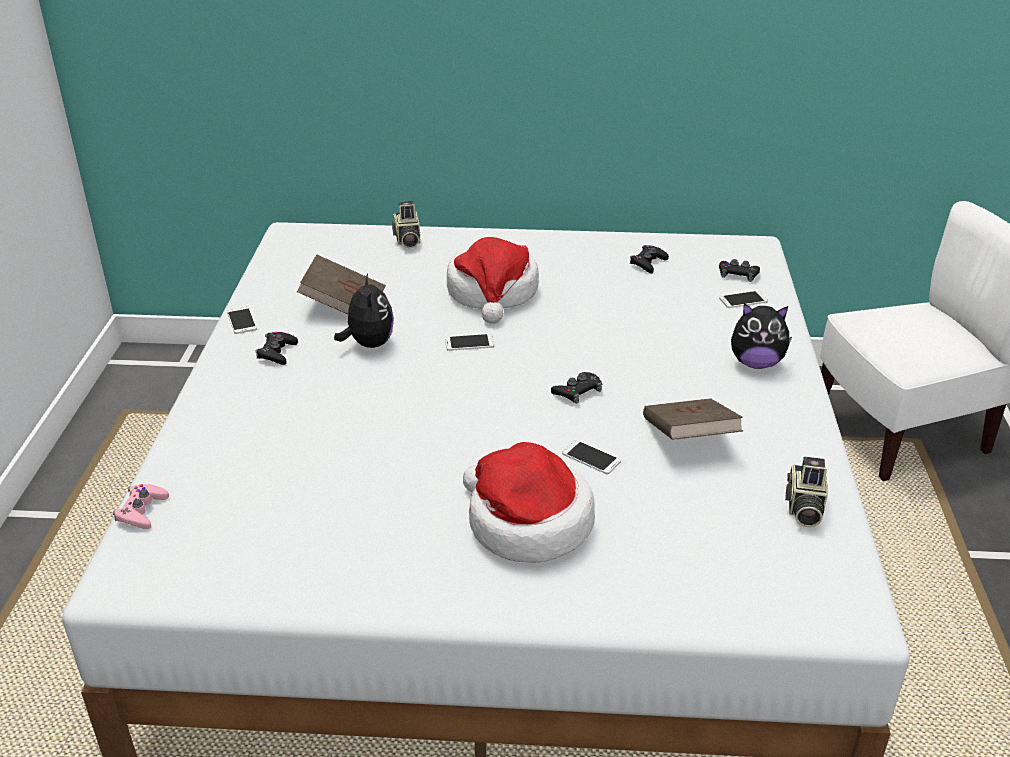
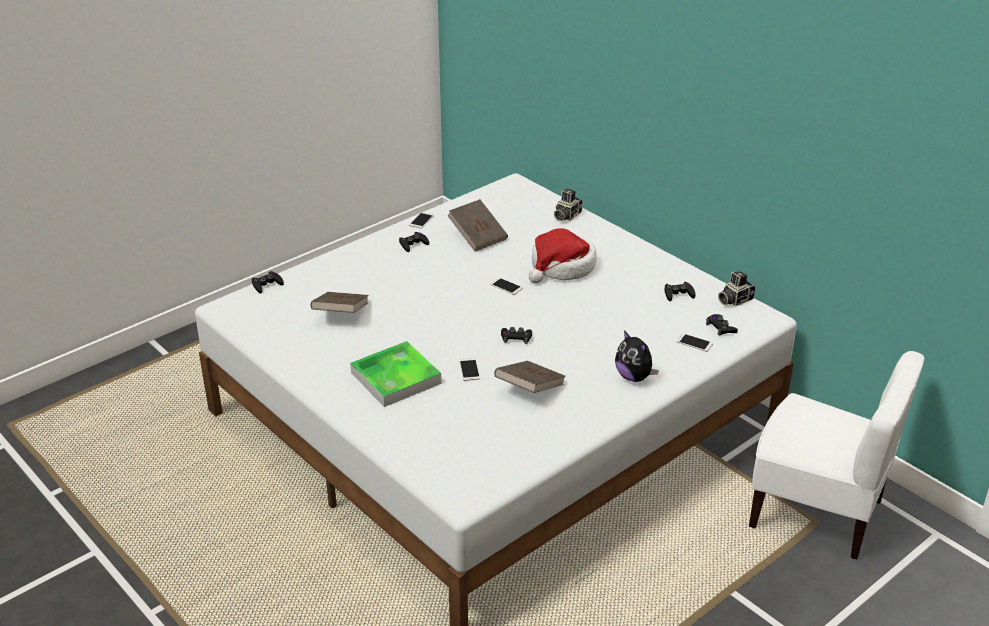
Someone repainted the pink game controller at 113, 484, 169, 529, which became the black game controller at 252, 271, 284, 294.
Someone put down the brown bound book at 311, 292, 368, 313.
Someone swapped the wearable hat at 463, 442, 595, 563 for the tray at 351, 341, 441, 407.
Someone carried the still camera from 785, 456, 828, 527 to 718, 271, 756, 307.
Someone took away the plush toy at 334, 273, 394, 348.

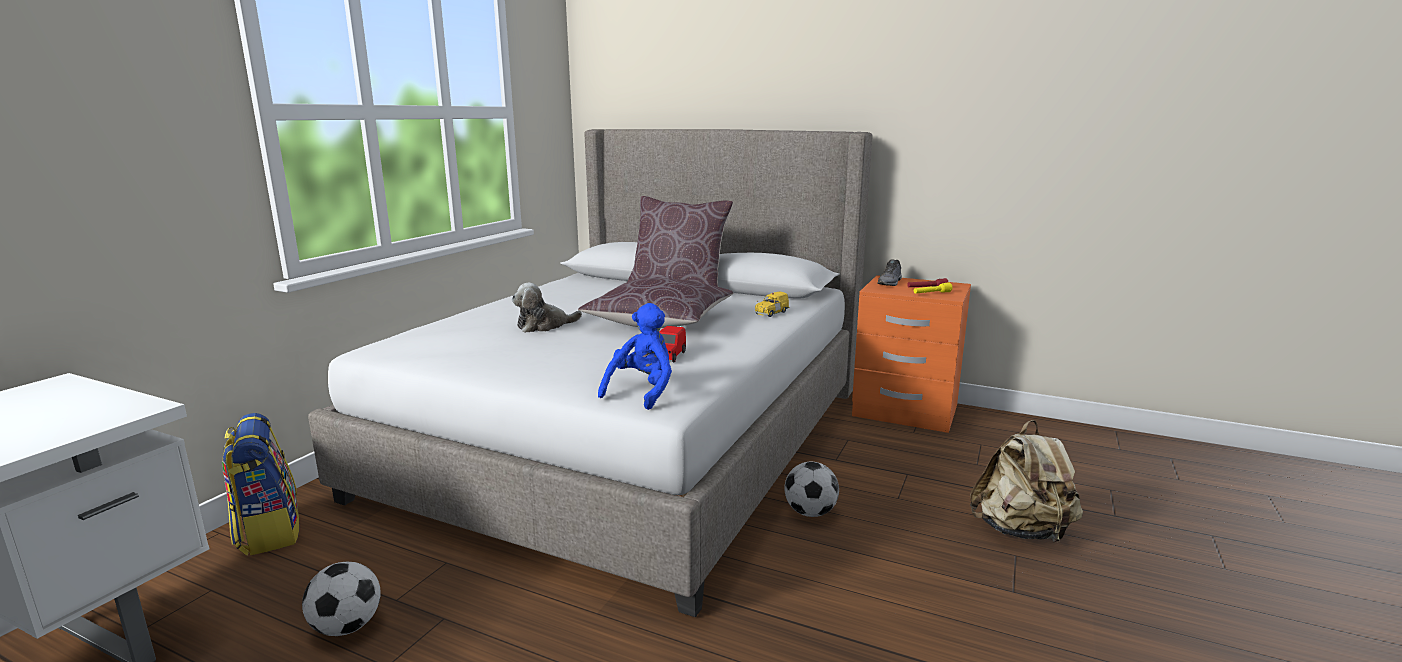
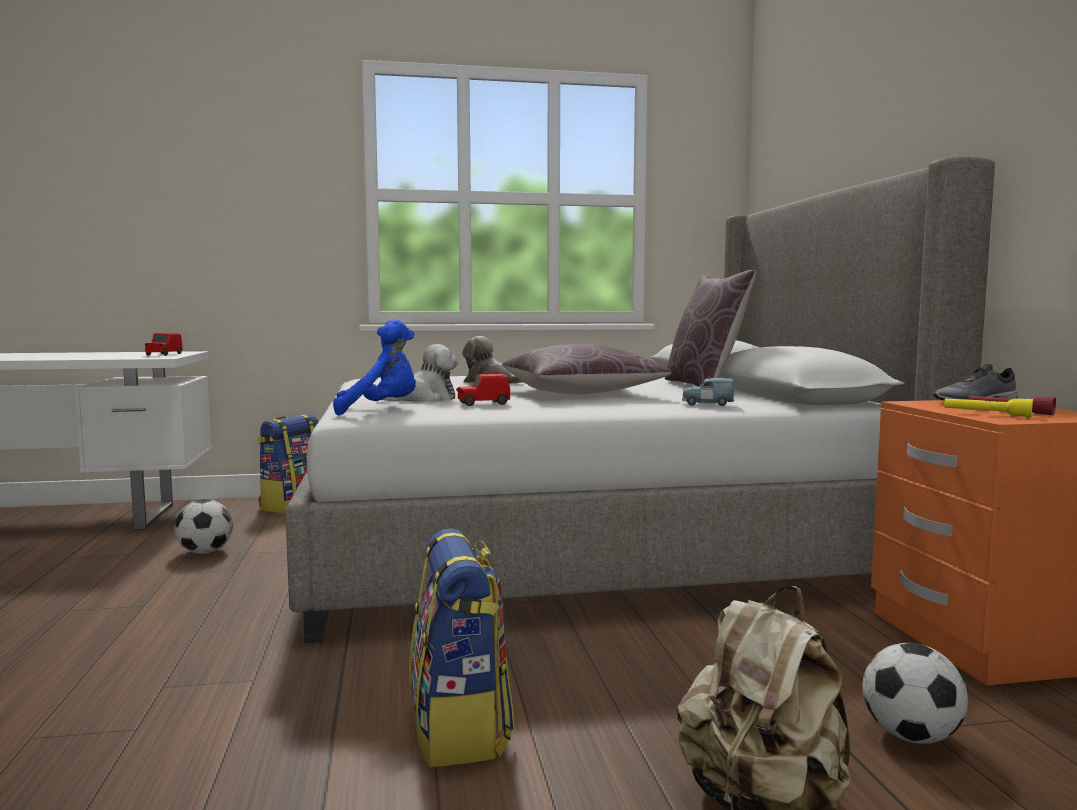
Someone put down the red toy car at 145, 333, 183, 356.
Someone put down the plush toy at 382, 344, 458, 402.
Someone put down the backpack at 409, 529, 515, 767.
Someone repainted the yellow toy car at 755, 292, 789, 317, which became the blue toy car at 682, 376, 734, 406.
Someone carried the football ball from 784, 462, 839, 517 to 863, 643, 968, 744.

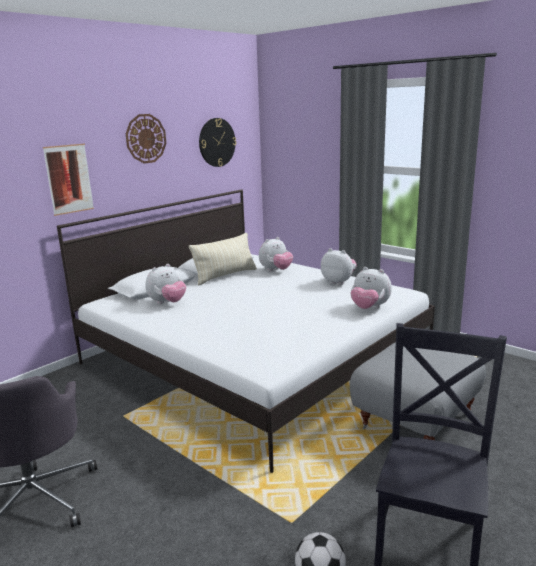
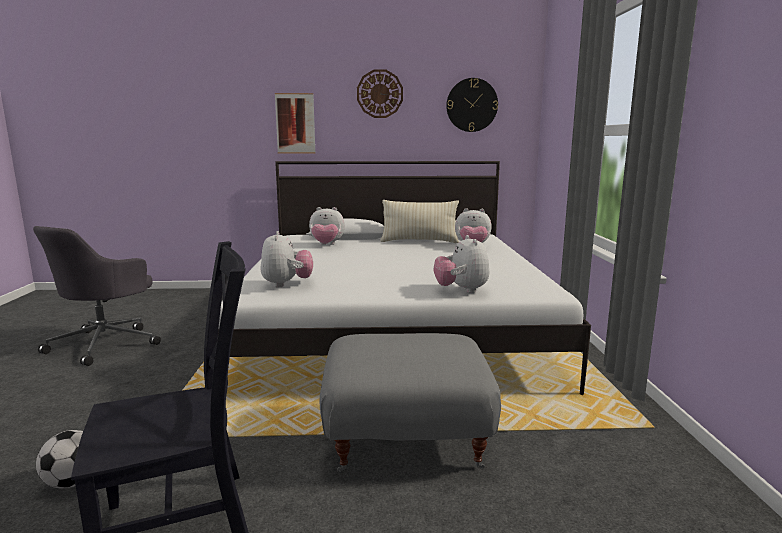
Someone carried the plush toy from 321, 248, 357, 285 to 260, 231, 313, 287.

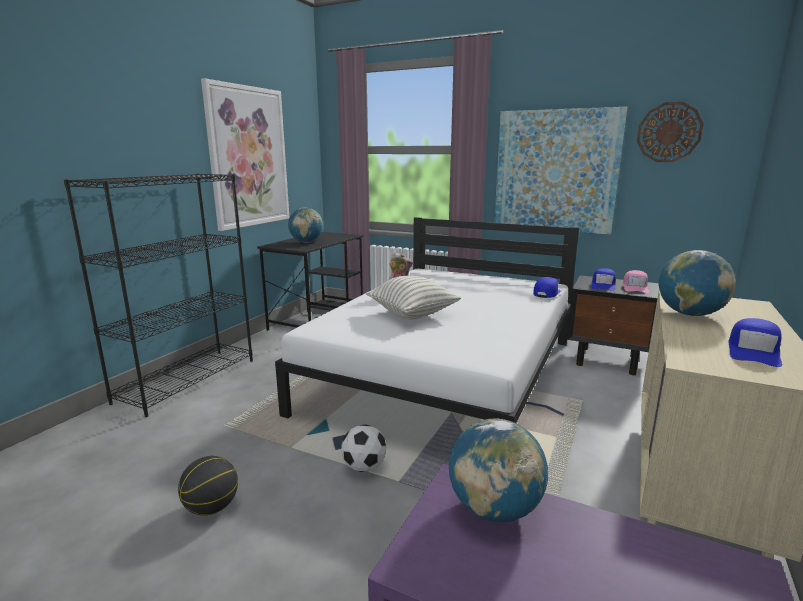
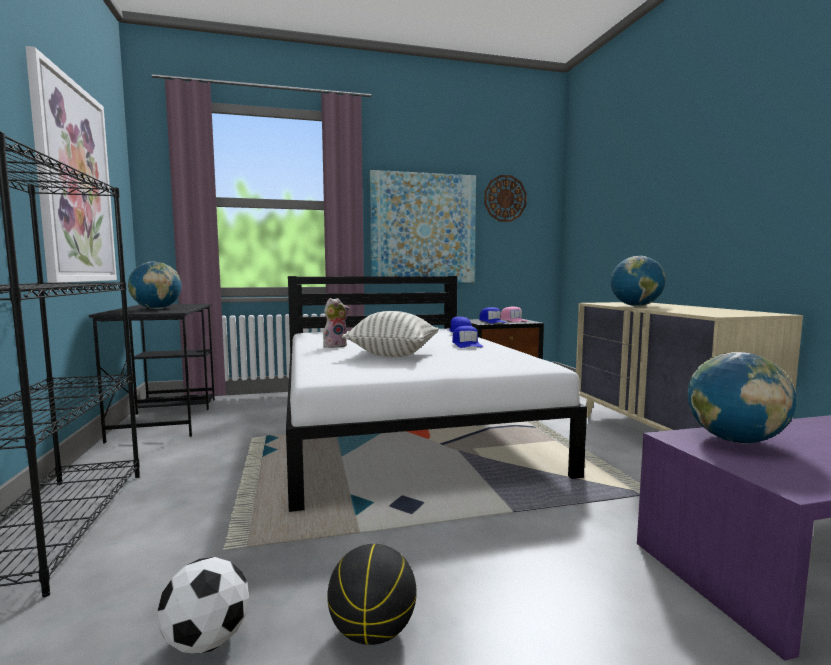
Someone carried the football ball from 341, 424, 386, 472 to 157, 557, 249, 654.
Someone carried the blue peaked cap from 728, 318, 782, 367 to 452, 326, 483, 348.

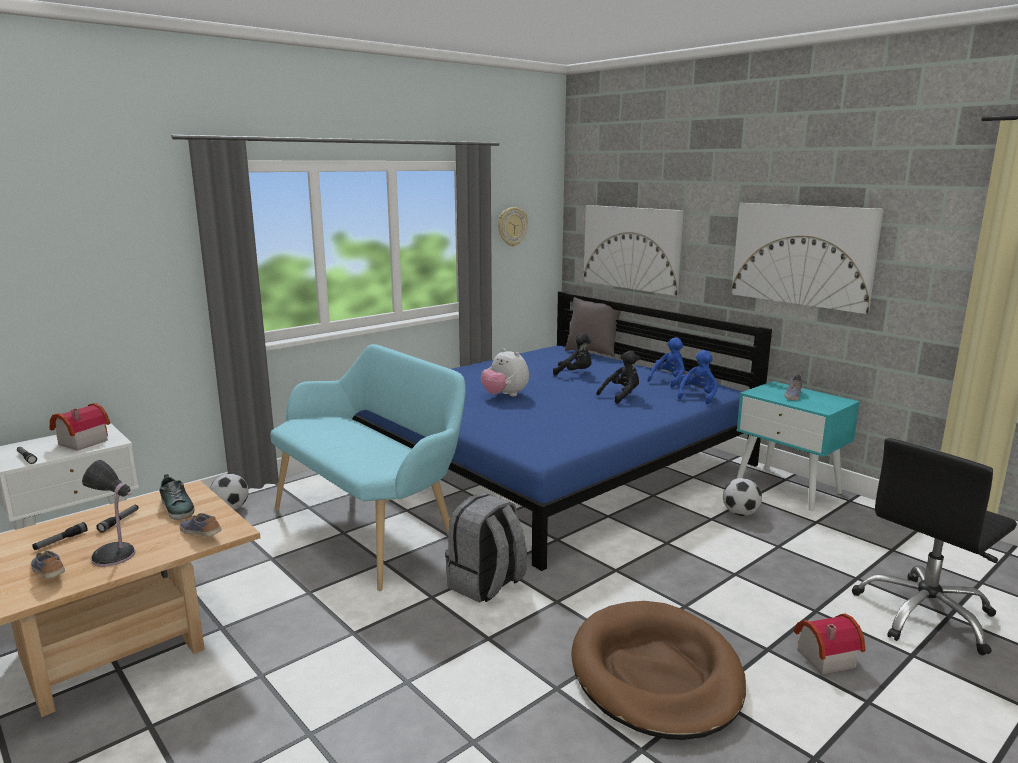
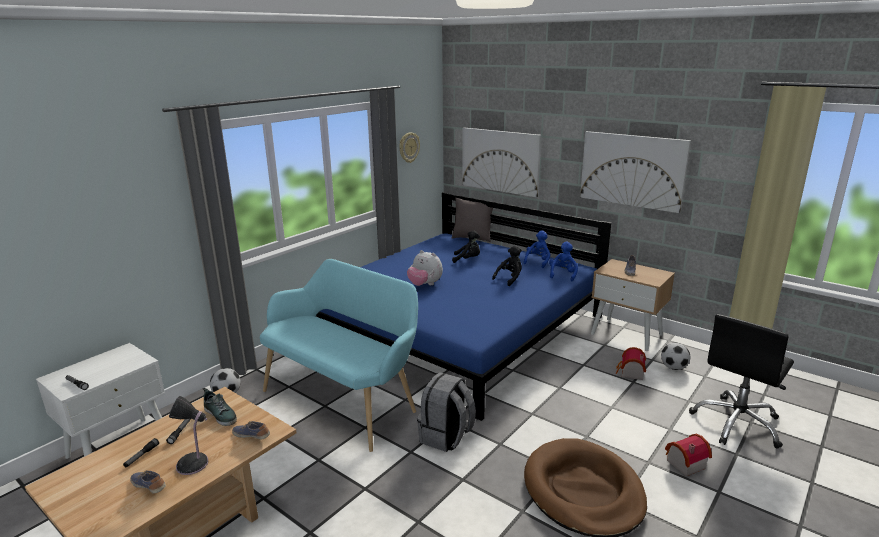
Someone repainted the turquoise night table at 736, 381, 860, 511, which became the beige-coloured night table at 591, 259, 675, 351.
Someone carried the model house from 50, 403, 110, 451 to 616, 347, 646, 380.
Someone carried the football ball from 723, 478, 762, 516 to 661, 343, 690, 370.

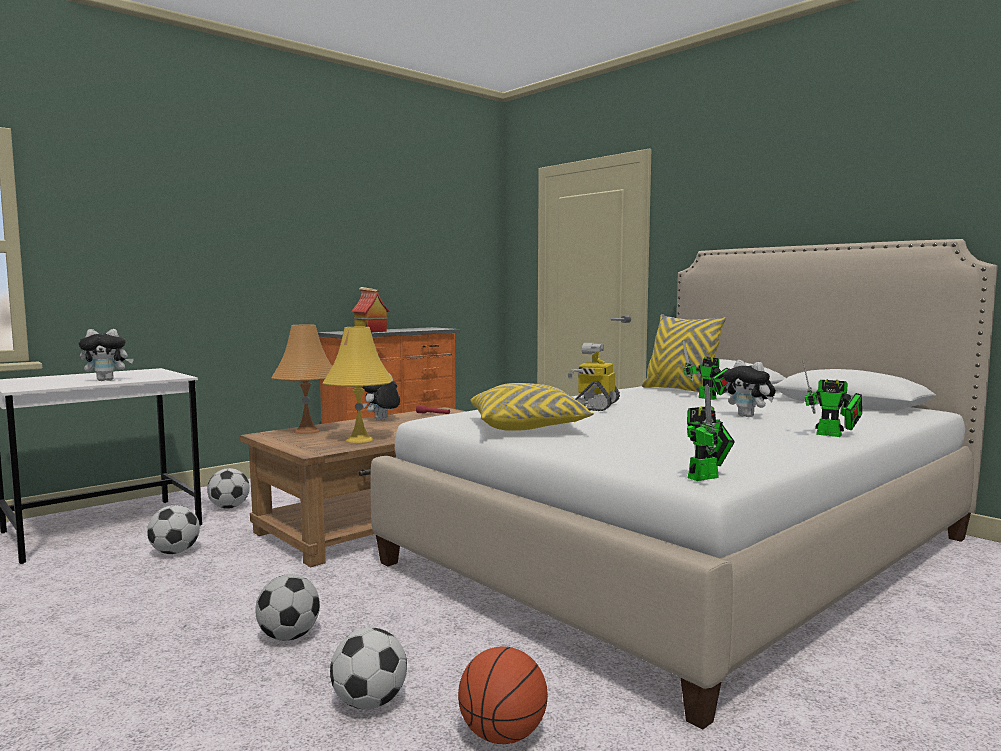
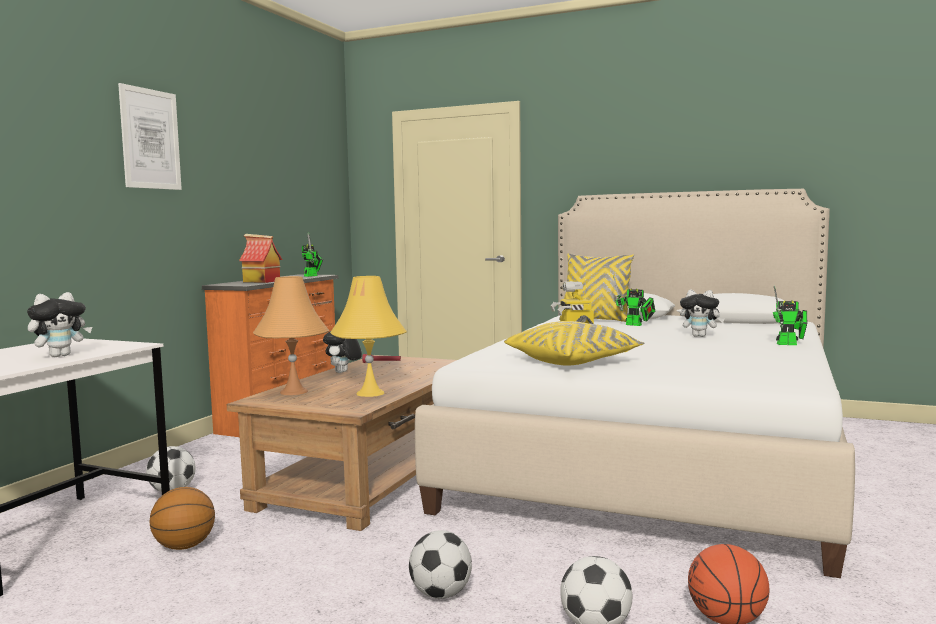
Someone put up the wall picture at 118, 83, 182, 190.
Someone swapped the football ball at 147, 505, 200, 554 for the basketball ball at 150, 487, 215, 550.
Someone carried the toy robot from 687, 384, 735, 481 to 302, 233, 323, 277.

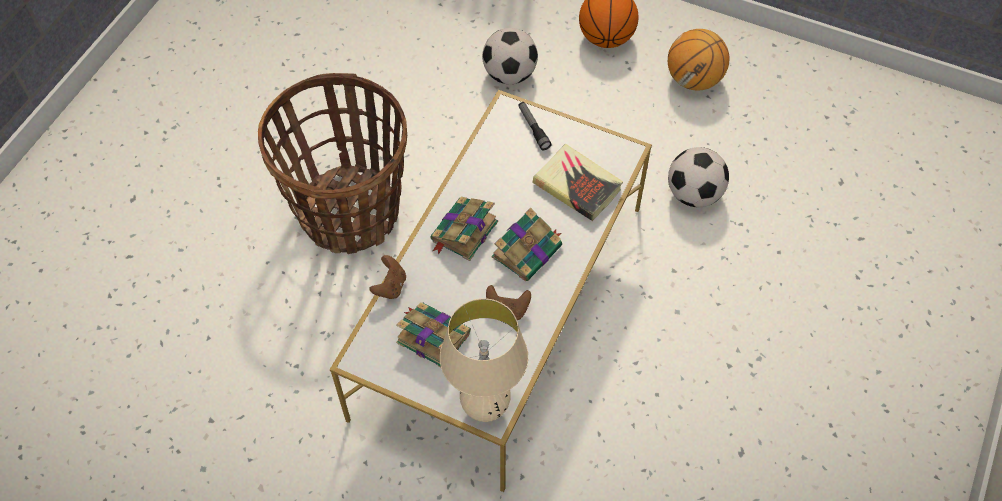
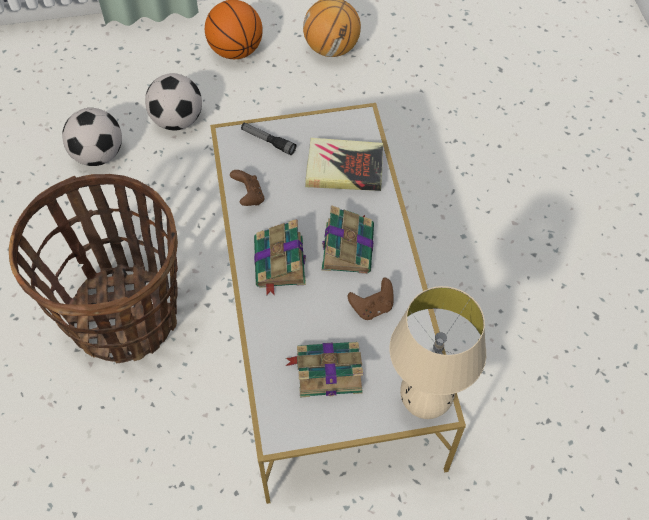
Someone carried the football ball from 668, 147, 729, 207 to 62, 108, 122, 166.
Someone carried the brown game controller from 369, 255, 406, 299 to 230, 170, 264, 206.

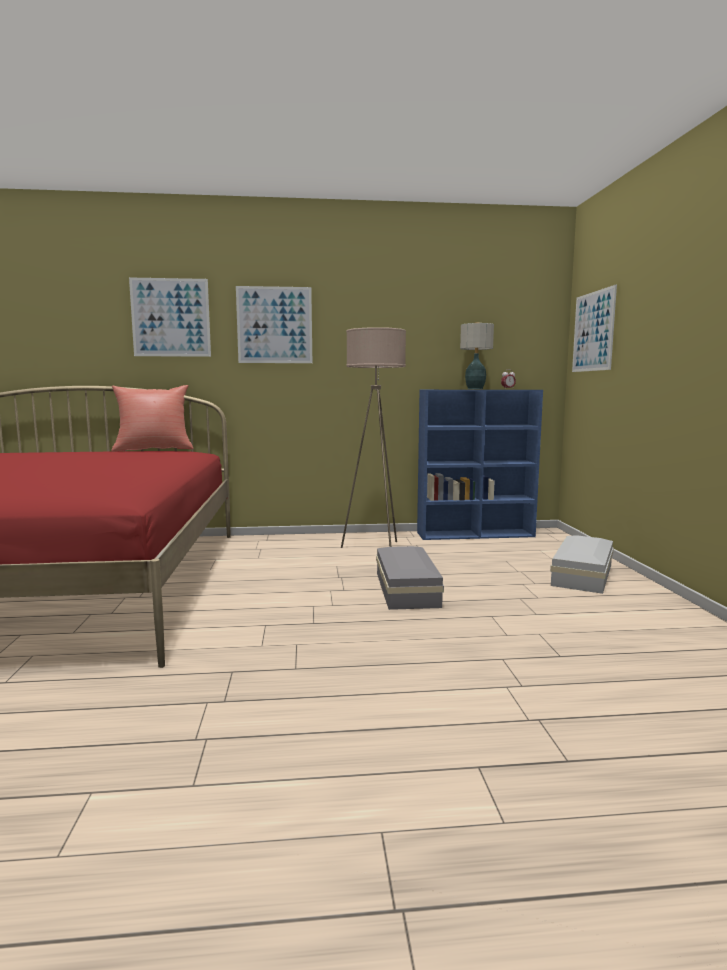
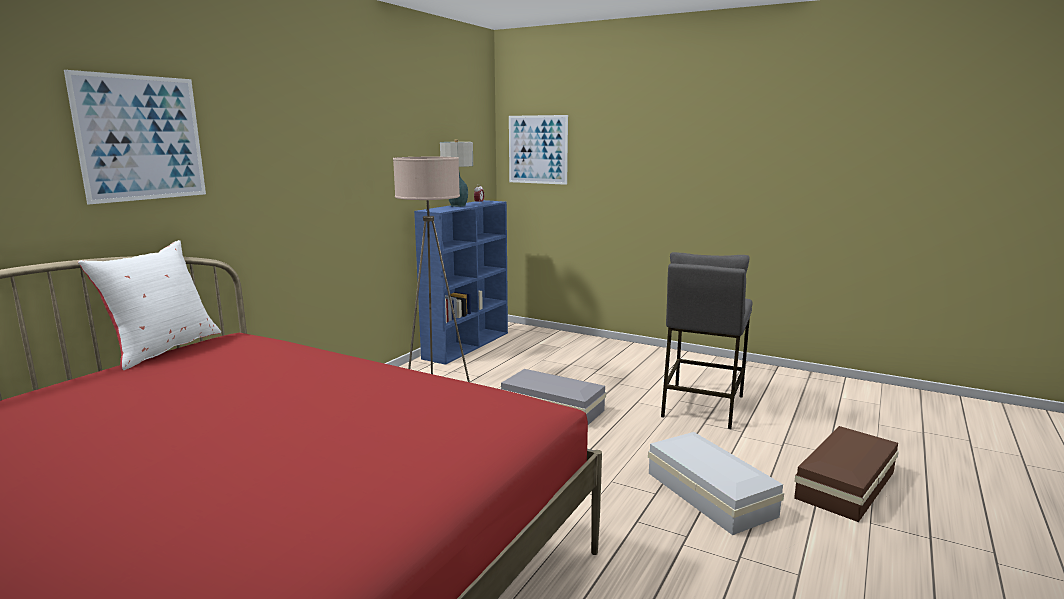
Someone repainted the red cushion at 111, 385, 193, 452, which became the white cushion at 78, 240, 221, 370.
Someone carried the white storage container from 550, 535, 614, 594 to 648, 432, 784, 535.
Someone put down the greyish stool seat at 661, 252, 752, 429.
Someone put down the brown storage container at 794, 426, 899, 522.
Someone took away the wall picture at 236, 286, 312, 363.

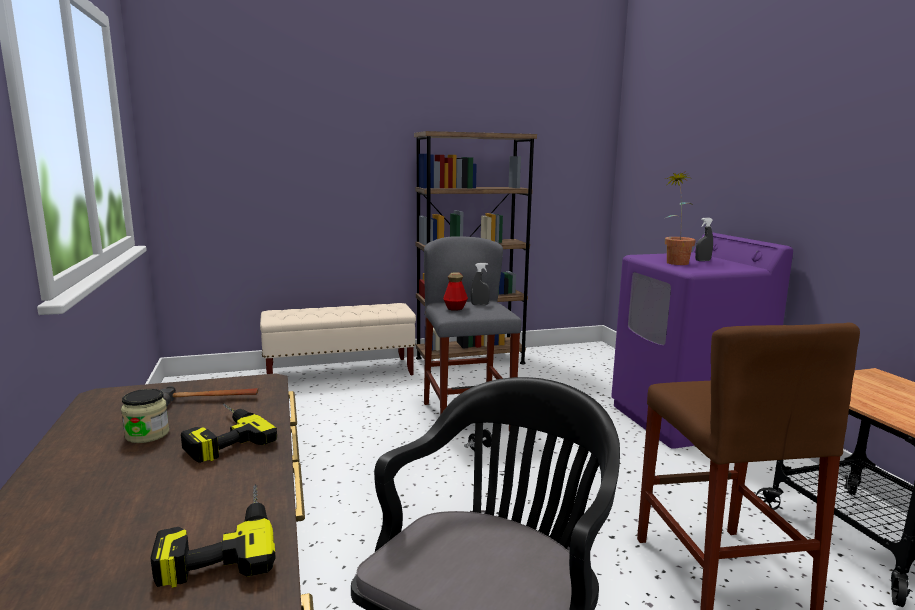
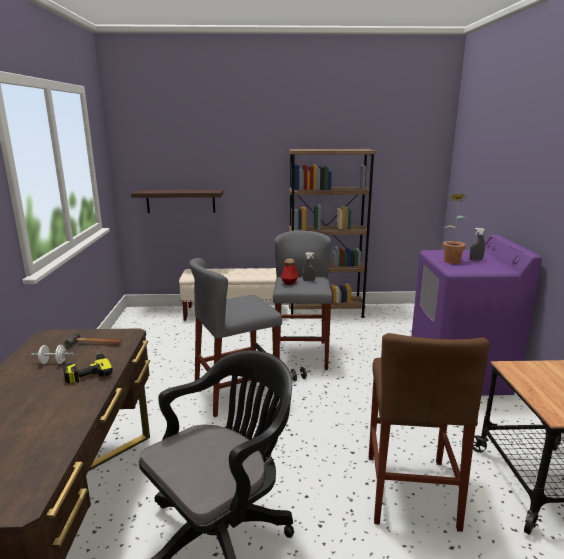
Someone swapped the storage jar at 121, 389, 169, 443 for the white dumbbell at 31, 345, 74, 364.
Someone put up the bracket shelf at 131, 190, 223, 213.
Someone put down the greyish stool seat at 189, 258, 282, 417.
Someone took away the electric drill at 150, 484, 276, 588.

